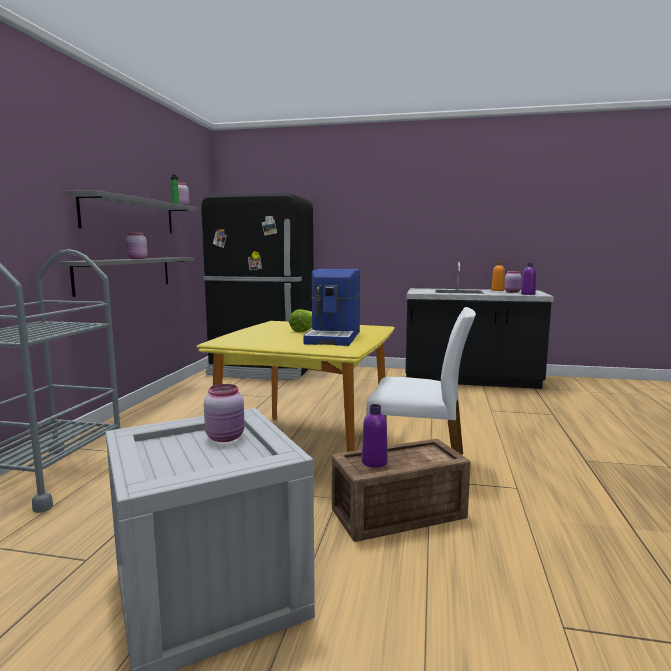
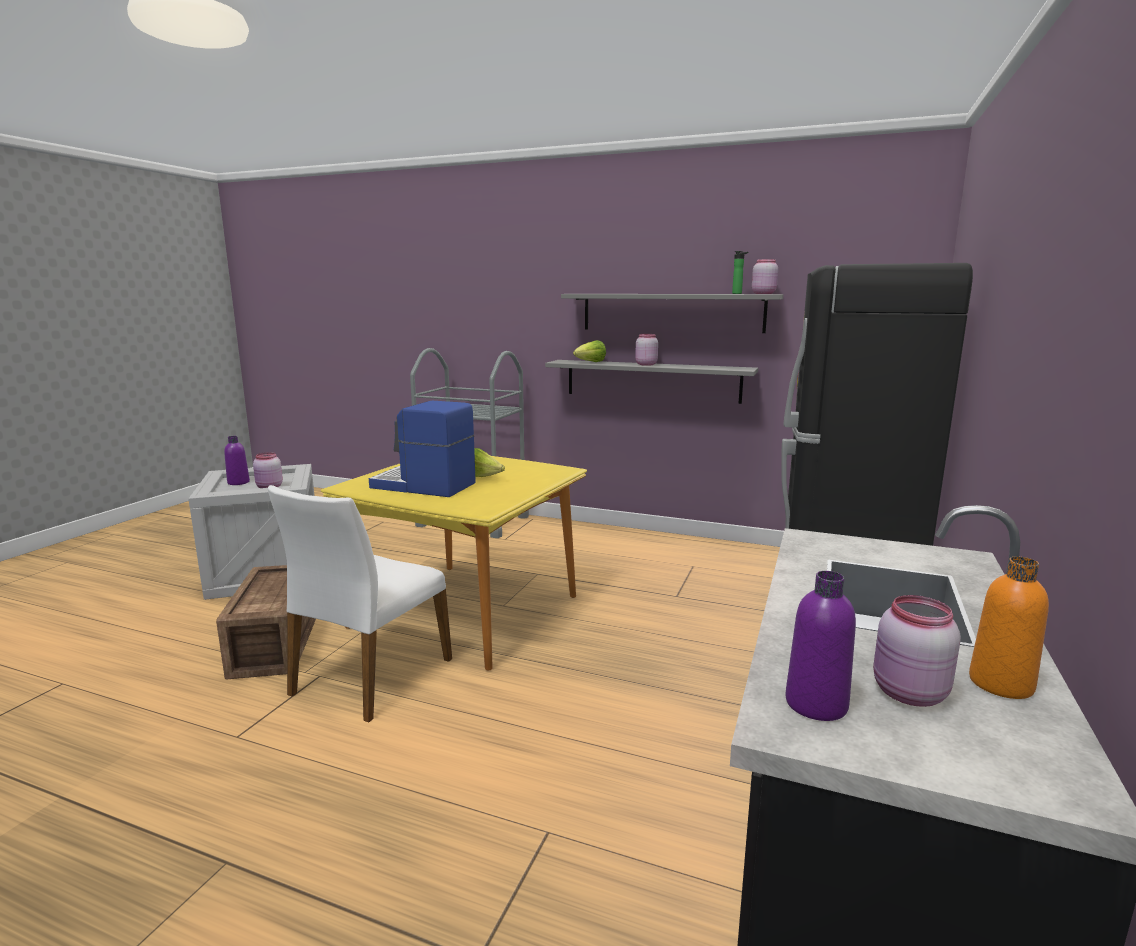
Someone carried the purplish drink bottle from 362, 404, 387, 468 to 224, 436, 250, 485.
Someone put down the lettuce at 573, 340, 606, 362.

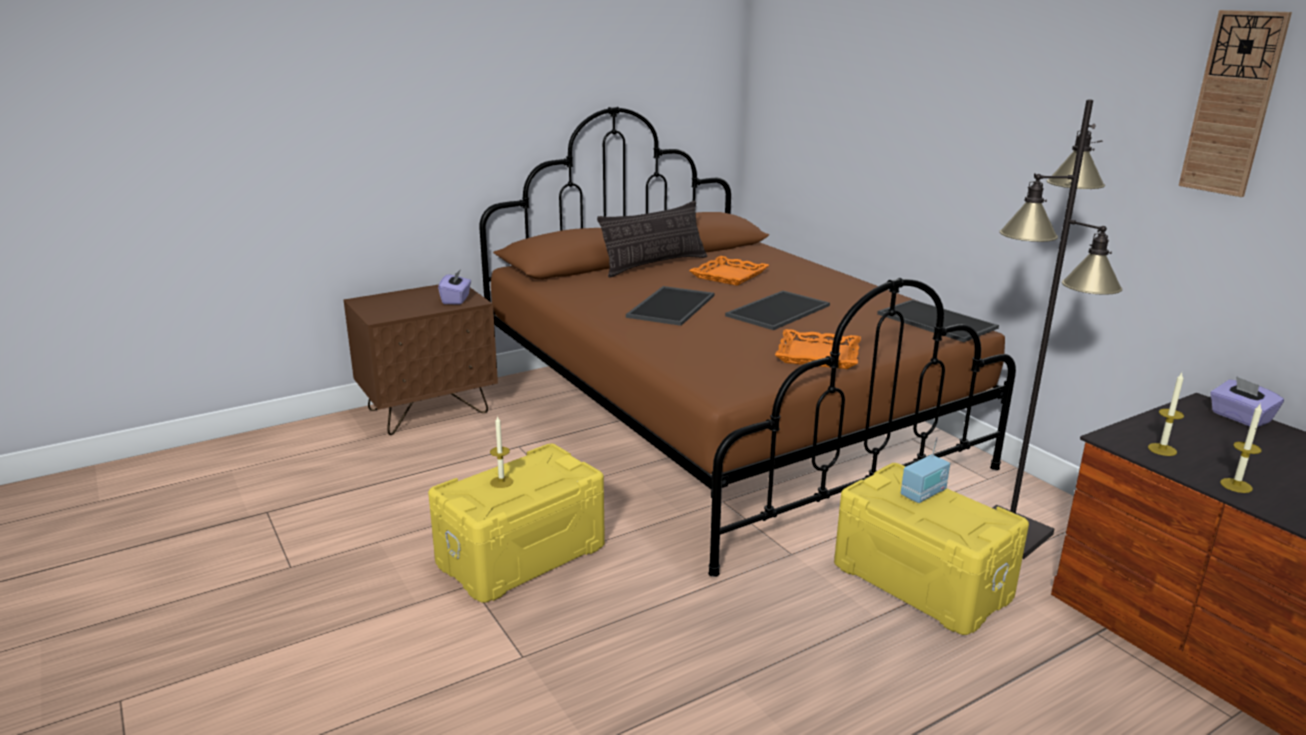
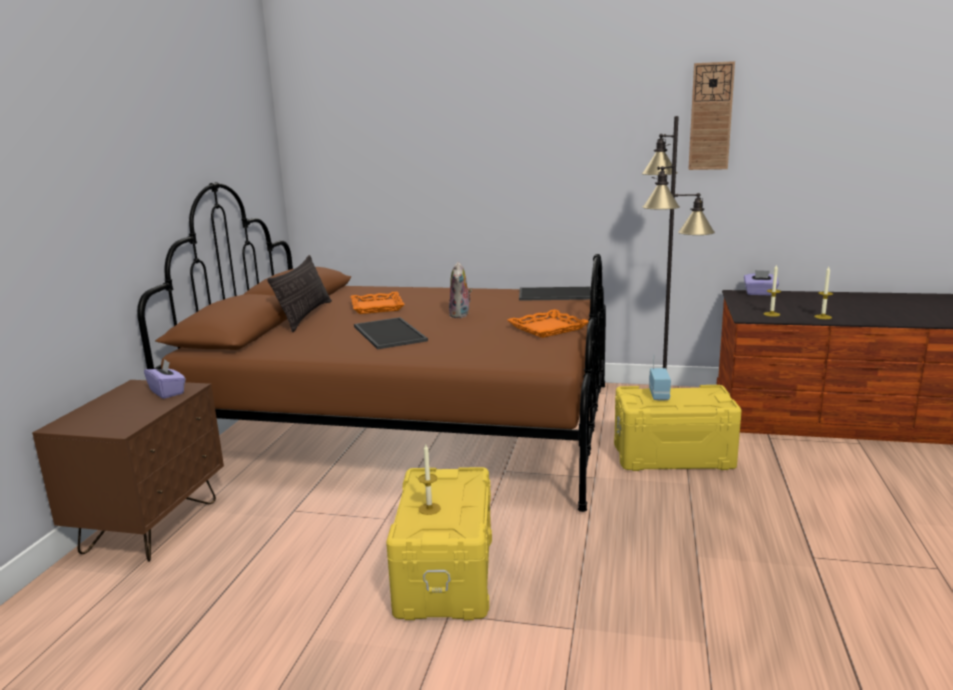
Someone swapped the tray at 725, 291, 830, 330 for the plush toy at 449, 262, 472, 318.

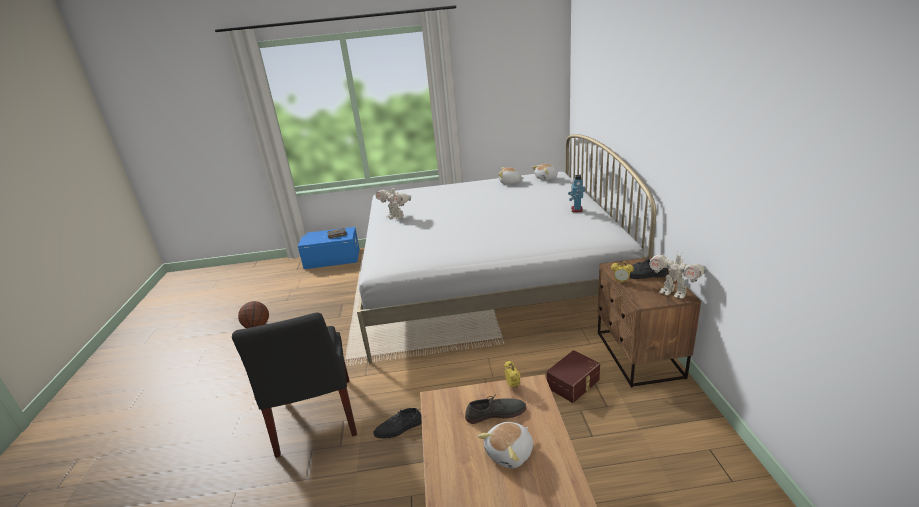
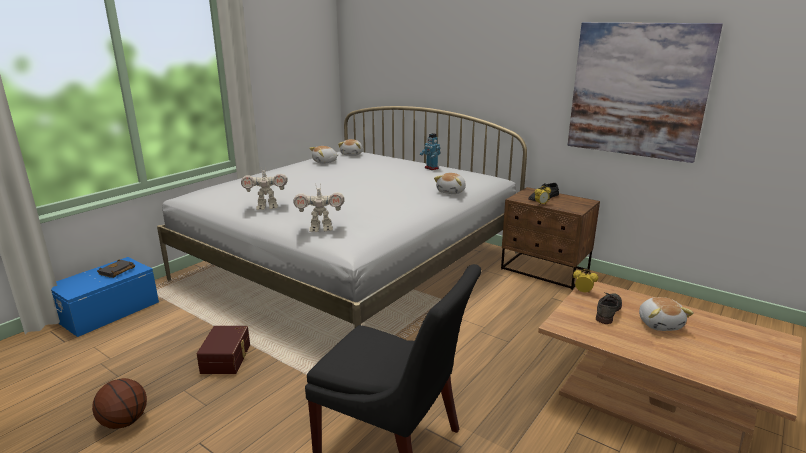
Someone carried the brown storage container from 546, 350, 600, 403 to 197, 326, 250, 374.
Someone carried the toy robot from 649, 251, 707, 299 to 294, 185, 345, 232.
Someone put down the plush toy at 434, 173, 466, 194.
Someone put up the wall picture at 567, 23, 723, 163.
Someone took away the black shoe at 374, 408, 422, 439.

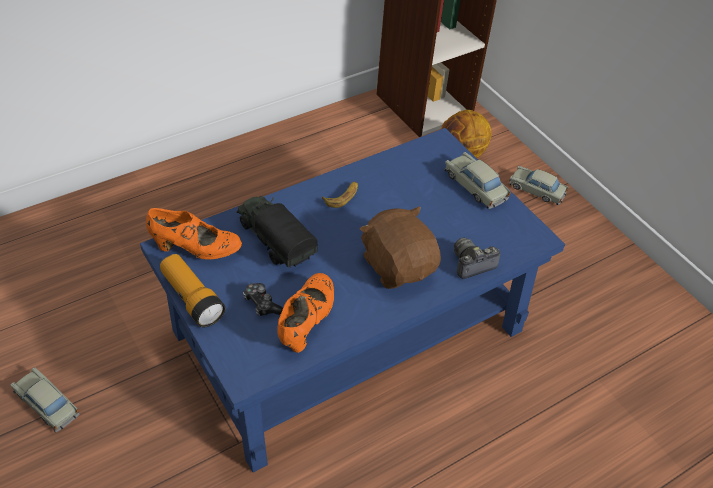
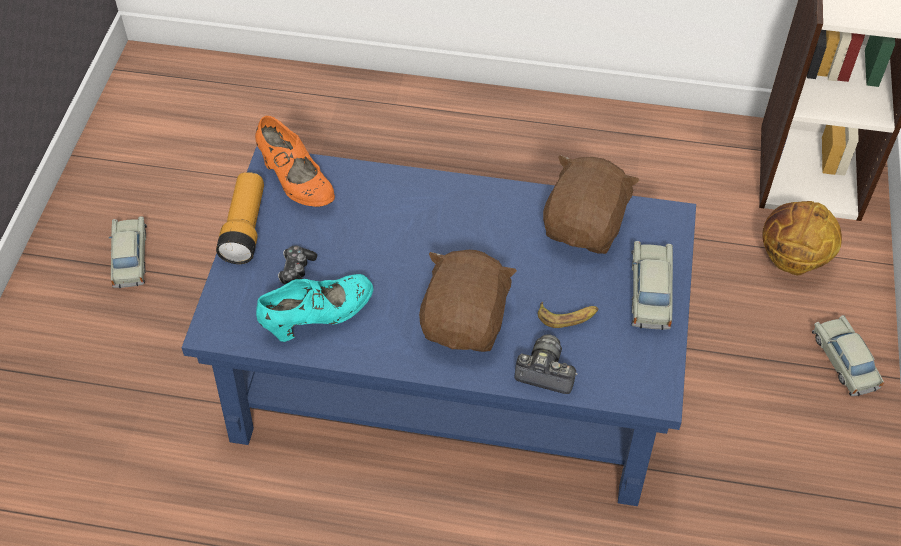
Someone repainted the orange-coloured shoe at 277, 273, 334, 353, which became the turquoise shoe at 256, 274, 373, 342.
Someone carried the whole banana from 322, 182, 358, 208 to 538, 302, 598, 328.
Someone put down the brown plush toy at 543, 155, 640, 254.
Someone took away the toy lorry at 237, 196, 318, 267.

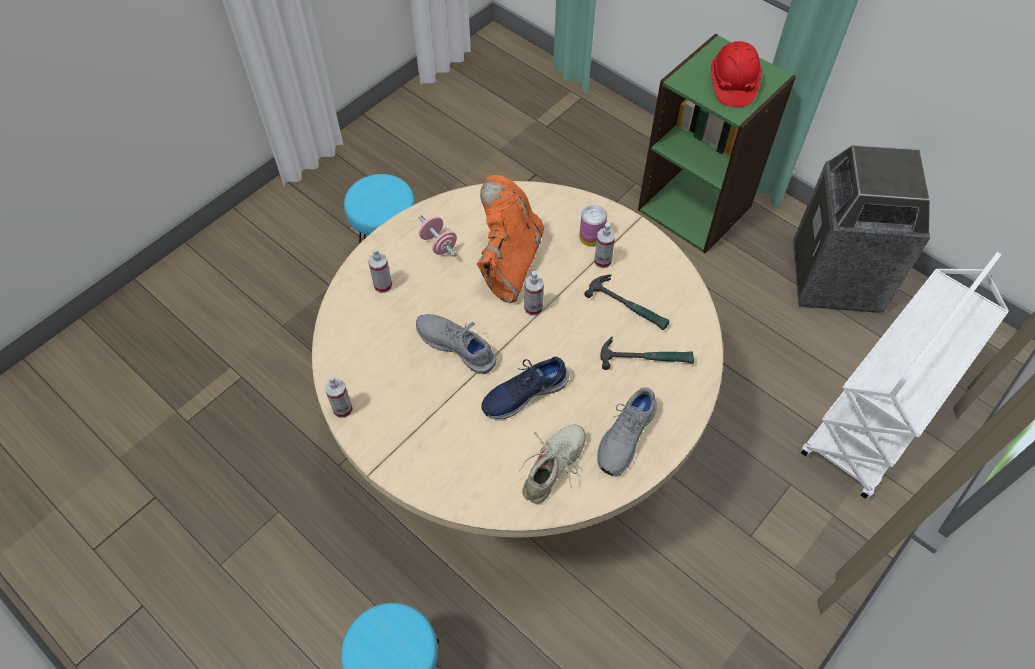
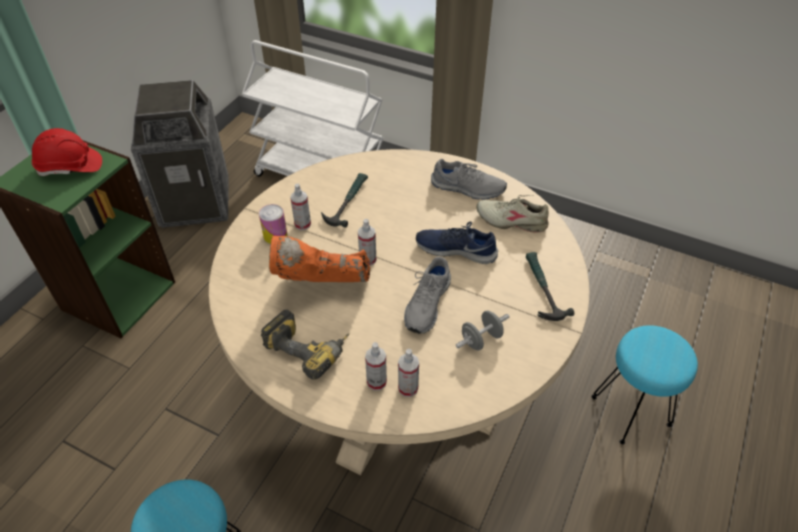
Someone swapped the pink dumbbell at 419, 215, 457, 257 for the electric drill at 261, 309, 349, 380.
Someone carried the hand sprayer from 325, 375, 353, 418 to 398, 349, 419, 397.
Someone rotated the blue shoe at 481, 357, 569, 419 by 150 degrees clockwise.
Someone put down the greyish dumbbell at 456, 310, 509, 350.
Someone carried the tool hammer from 600, 336, 694, 370 to 526, 252, 574, 321.

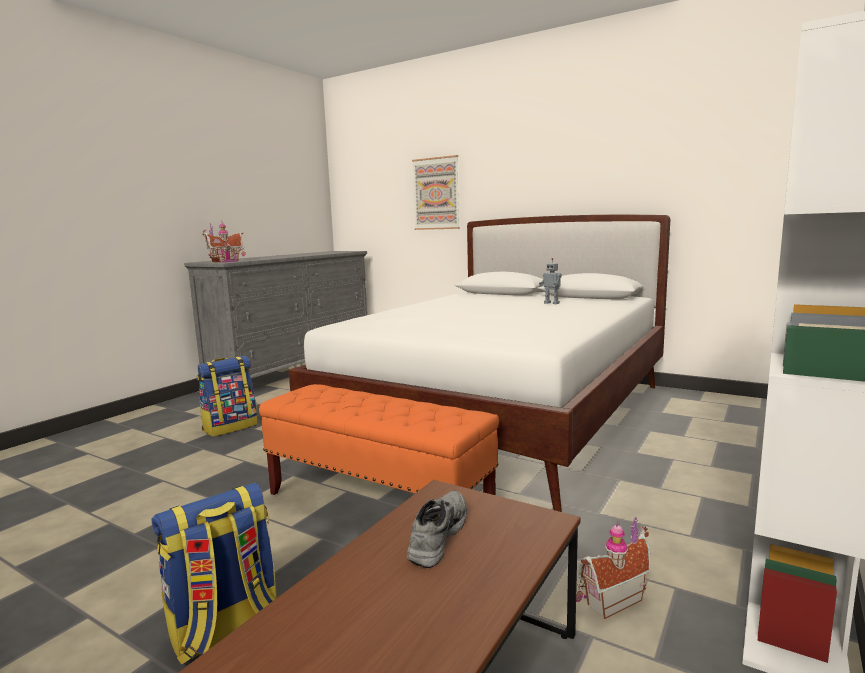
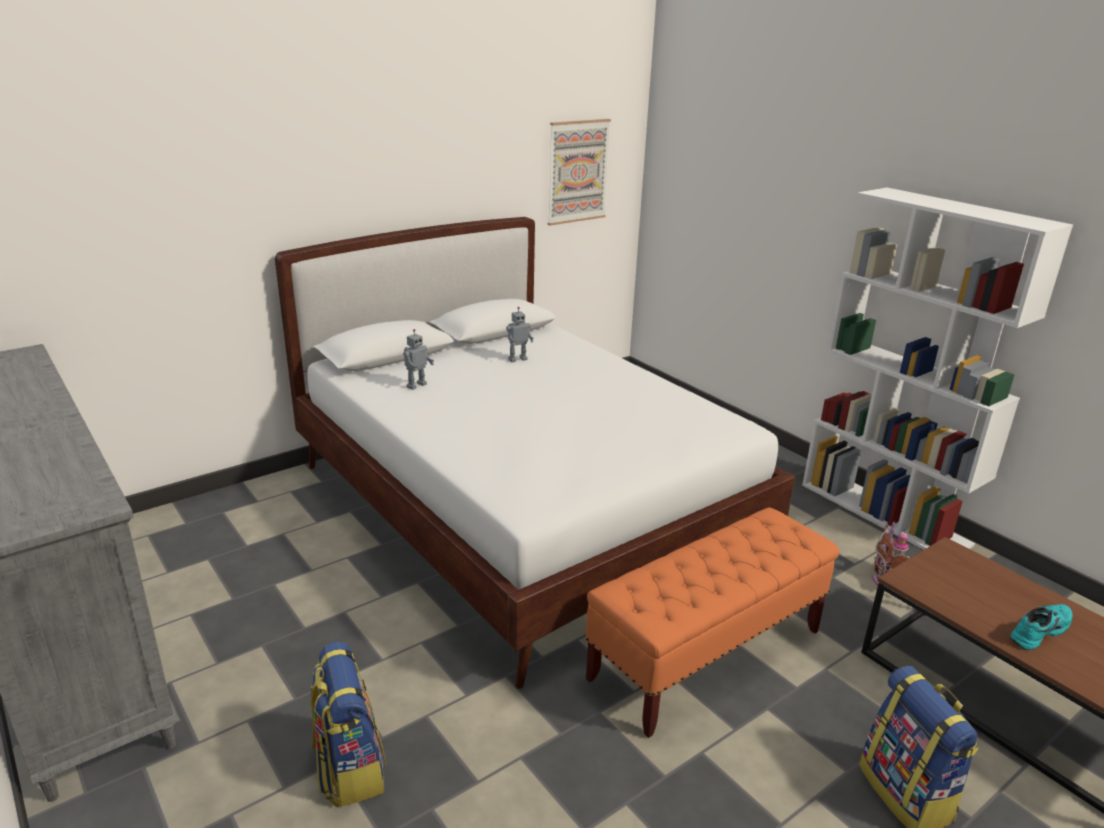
Someone put down the toy robot at 403, 329, 434, 390.
Someone carried the wall picture from 412, 155, 460, 230 to 548, 119, 611, 226.
Someone put down the turquoise shoe at 1010, 604, 1073, 650.
Someone took away the model house at 202, 223, 246, 262.
Someone took away the greyish shoe at 407, 491, 467, 568.

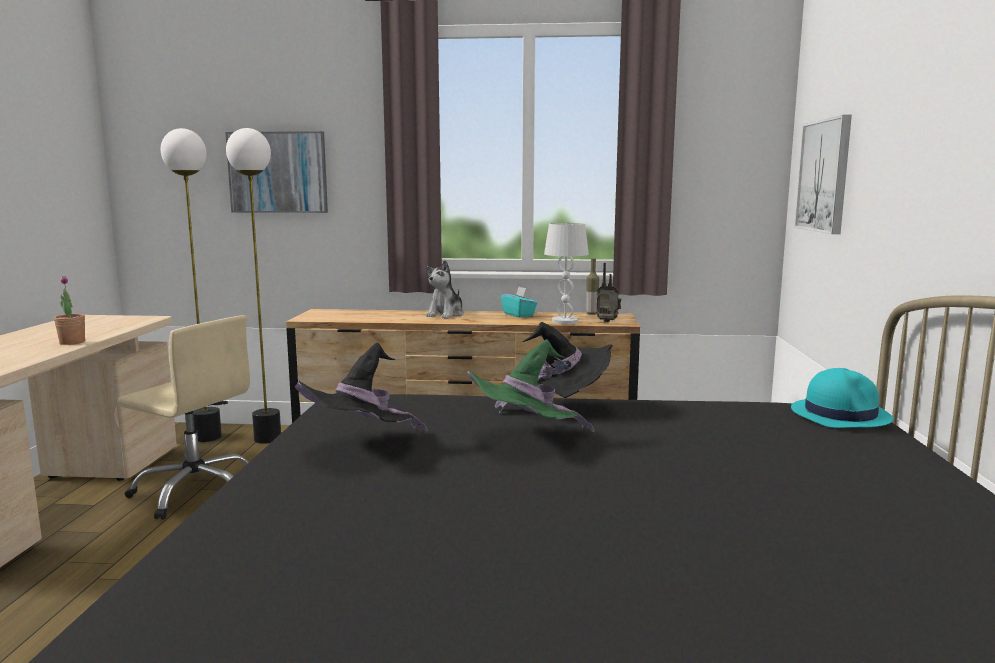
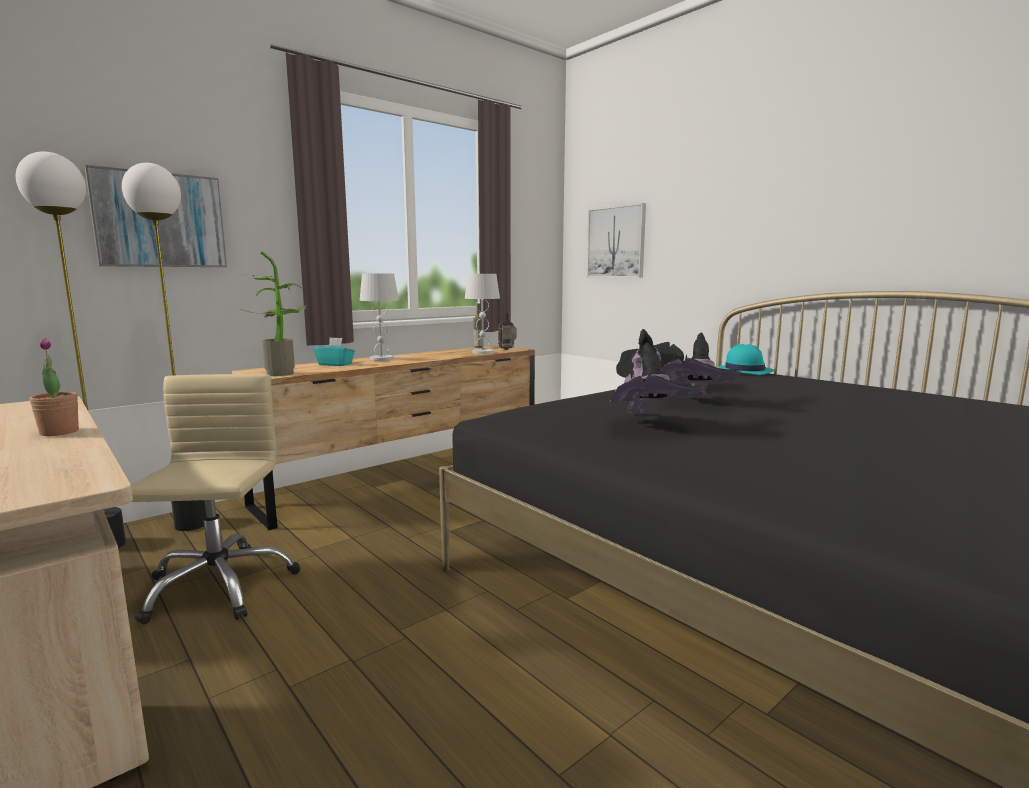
Someone rotated the beige-coloured office chair at 117, 315, 250, 520 by 75 degrees counterclockwise.
Someone put down the potted plant at 241, 251, 307, 376.
Someone carried the turquoise box of tissues from 501, 287, 537, 317 to 314, 338, 355, 366.
Someone swapped the plush toy at 426, 260, 464, 318 for the white tabletop lamp at 359, 274, 399, 361.
Someone repainted the green-coloured wearable hat at 467, 339, 595, 432, which became the black wearable hat at 661, 333, 741, 395.

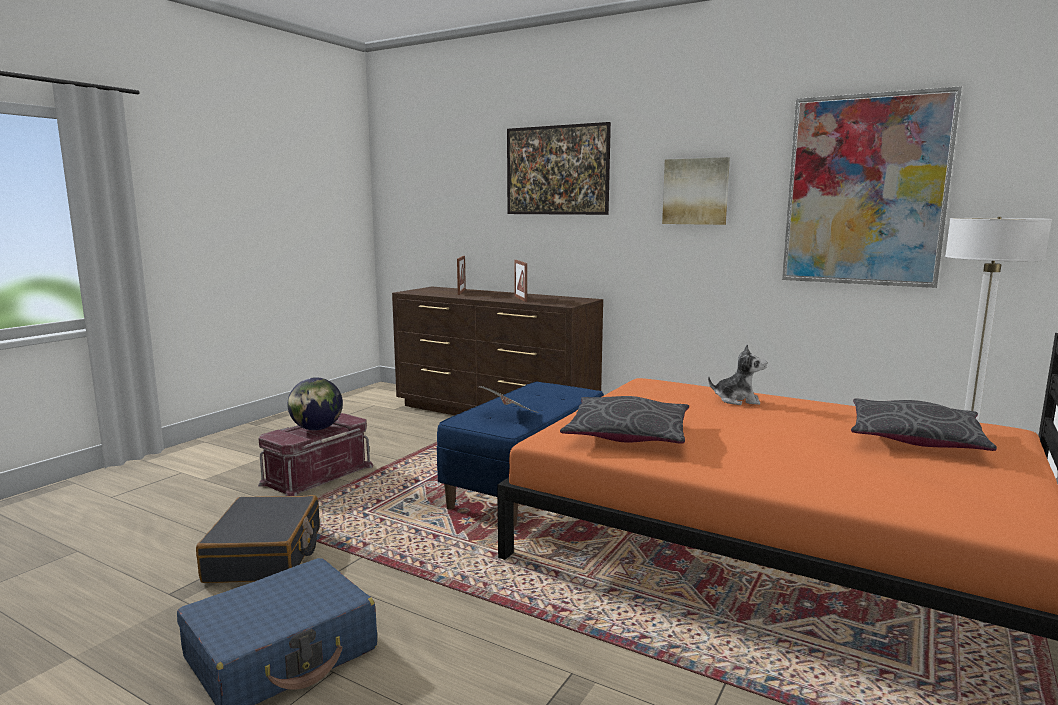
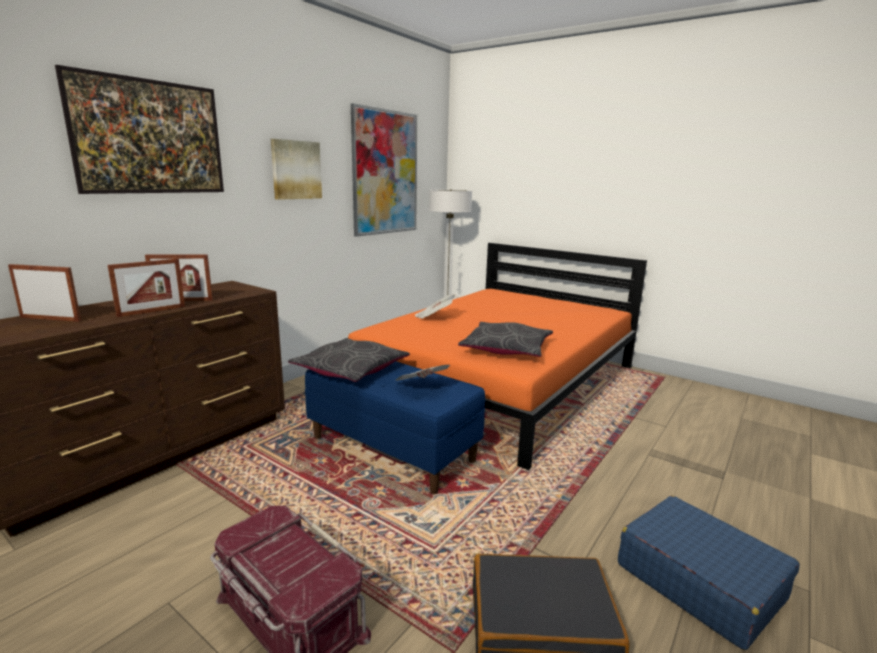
Someone put down the picture frame at 108, 259, 185, 317.
Someone carried the greyish cushion from 851, 399, 997, 451 to 288, 338, 410, 382.
Someone swapped the plush toy at 708, 344, 767, 405 for the printed paper at 414, 294, 457, 319.
Someone took away the desk globe at 288, 377, 343, 430.

